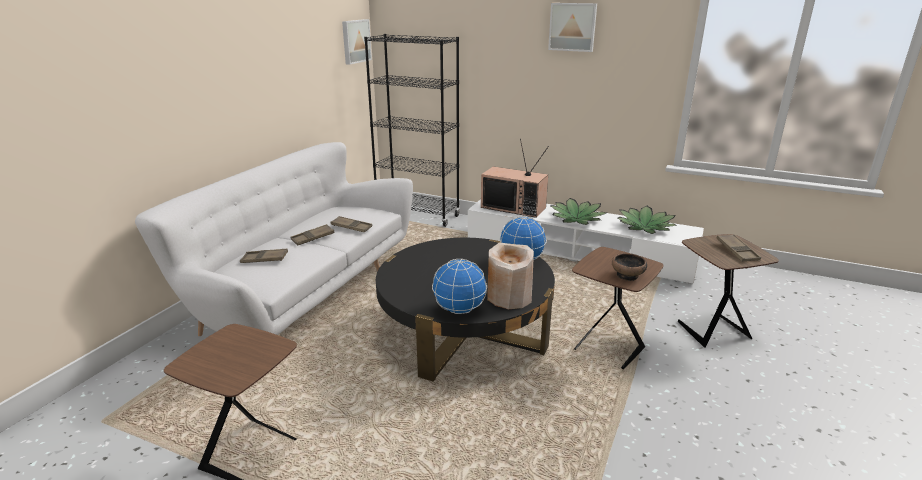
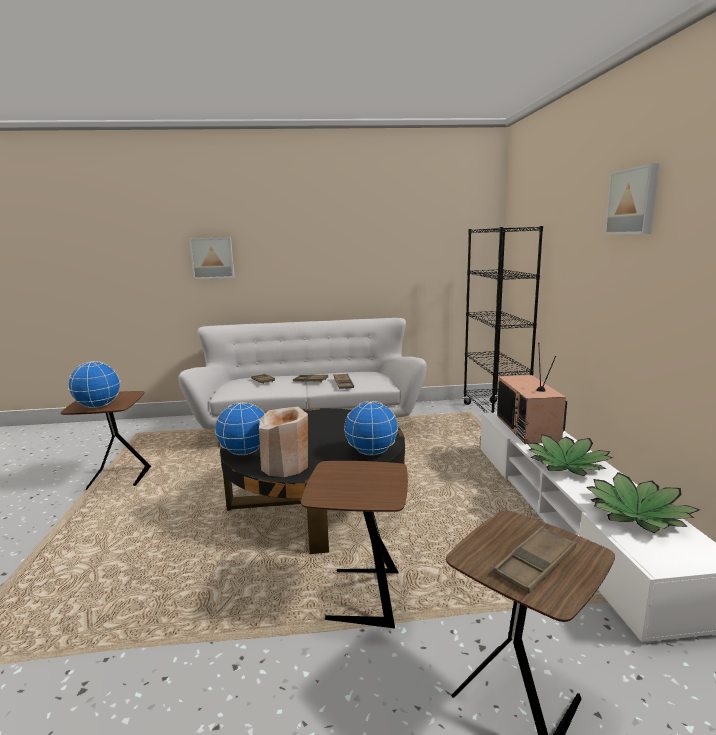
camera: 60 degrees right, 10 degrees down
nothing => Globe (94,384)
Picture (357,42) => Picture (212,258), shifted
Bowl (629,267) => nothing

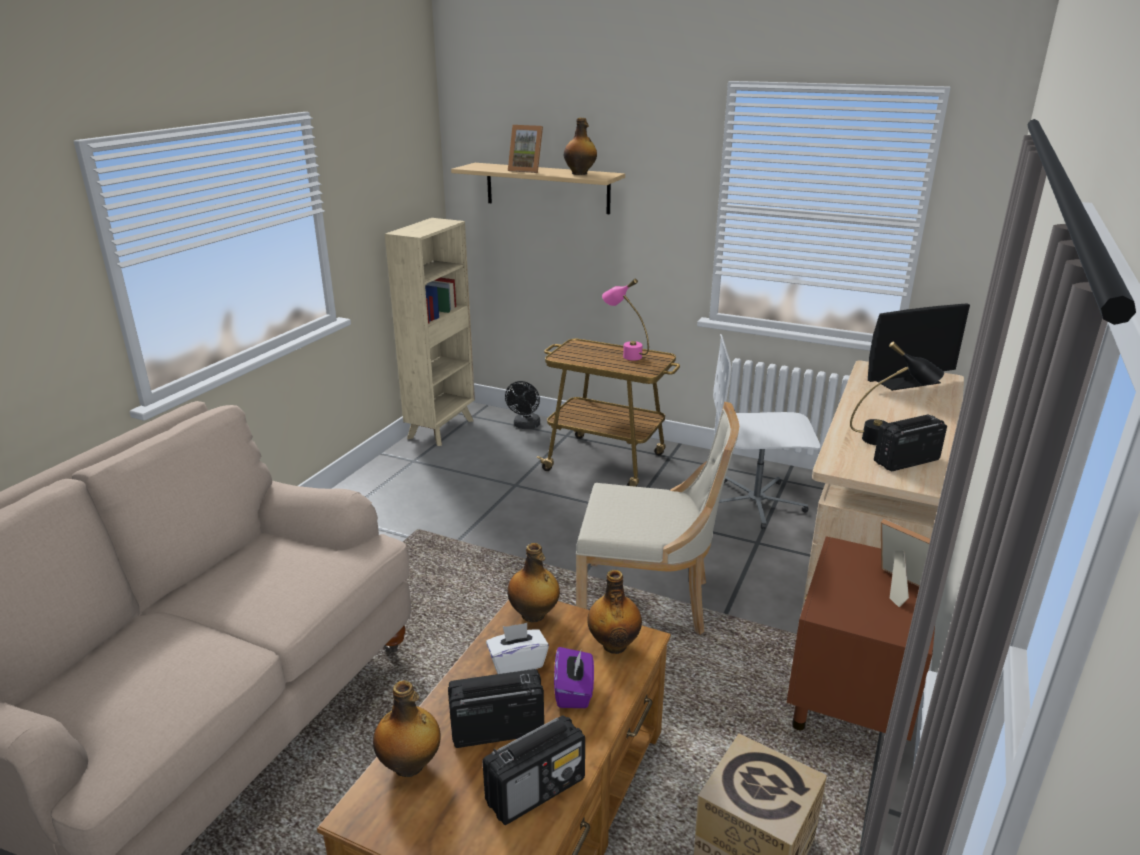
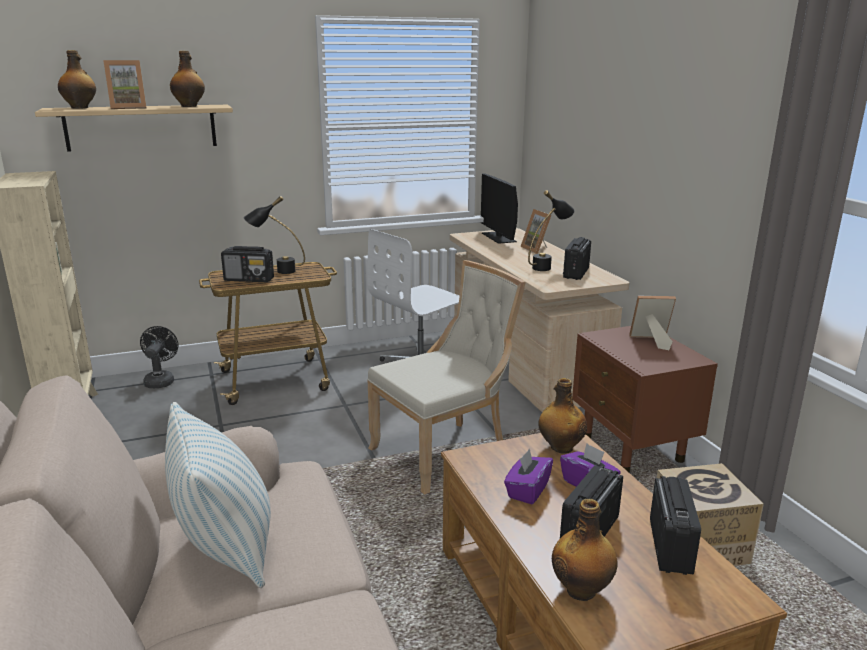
camera: 45 degrees left, 5 degrees down
Bottle (533,582) => Bottle (77,79), shifted
BlackFan (522,405) => BlackFan (159,357), 150 degrees counterclockwise
nothing => Pillow (218,495)
nothing => Radio (247,264)
PinkTableLamp (625,320) => BlackTableLamp (274,235)
Monitor (919,347) => Monitor (499,209), 135 degrees clockwise
WhiteTissueBox (517,648) => PurpleTissueBox (528,476)
nothing => PictureFrame (535,231)

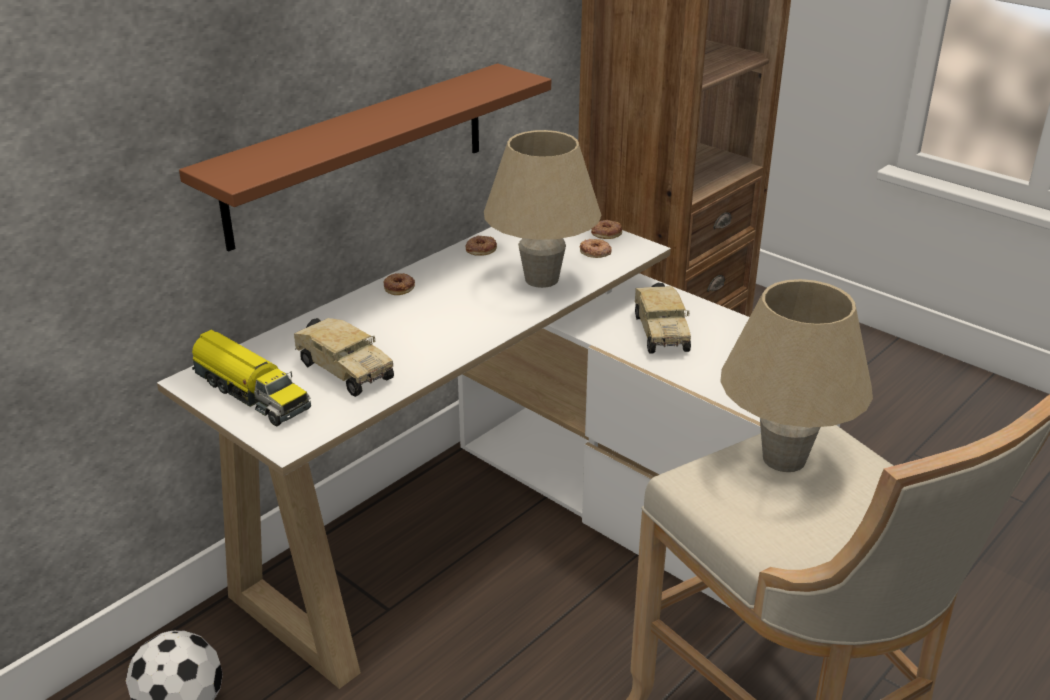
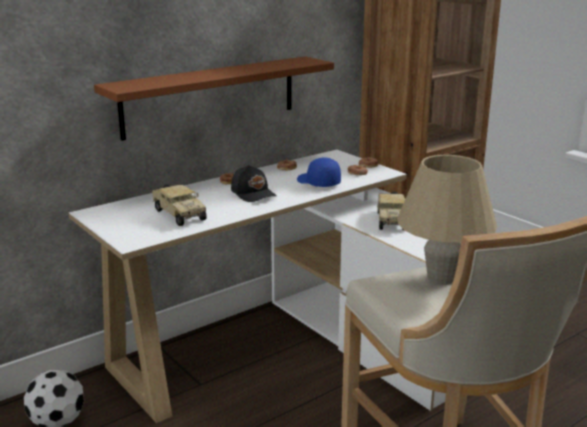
camera: 10 degrees right, 10 degrees down
nothing => BlackCap (254,183)
BeigeTableLamp (543,209) => BlueCap (319,172)
ToyTruck (251,378) => nothing

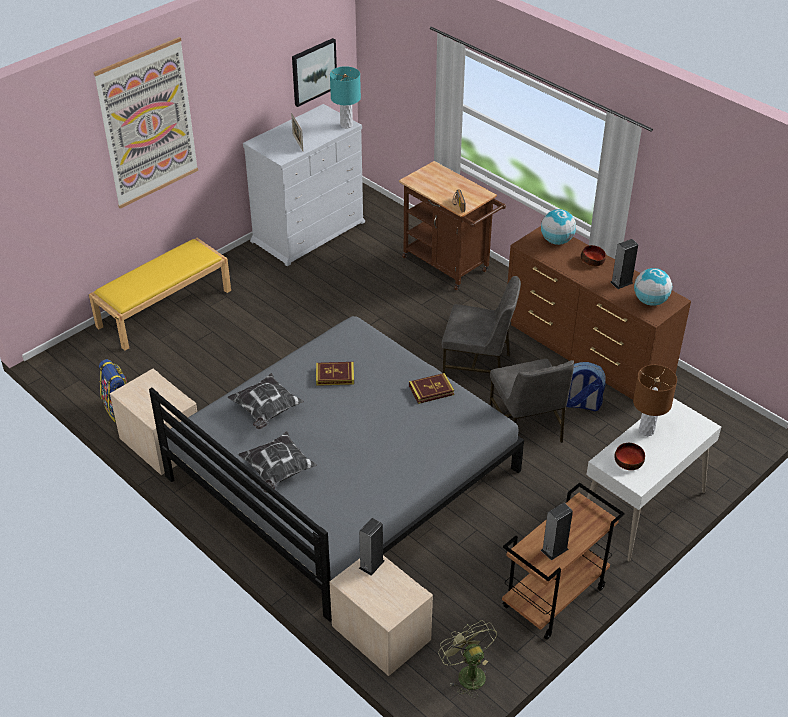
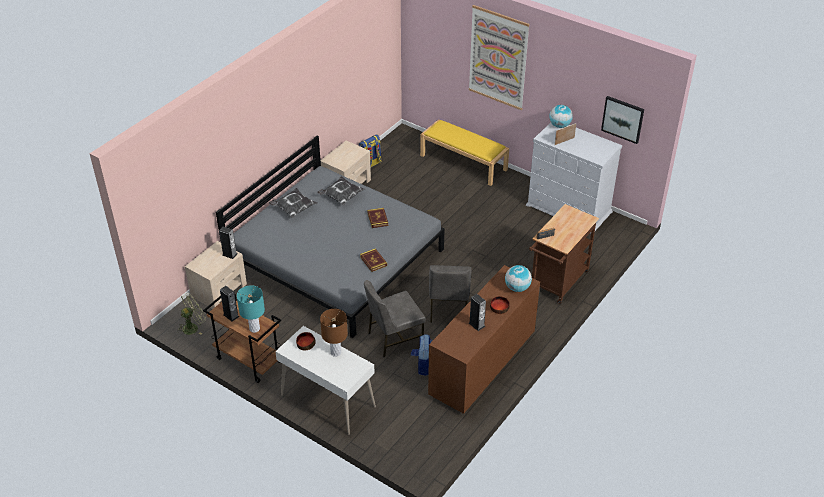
camera: 80 degrees right, 0 degrees up
TurquoiseTableLamp (345,97) => TurquoiseTableLamp (251,309), shifted
Globe (653,287) => Globe (561,116), shifted

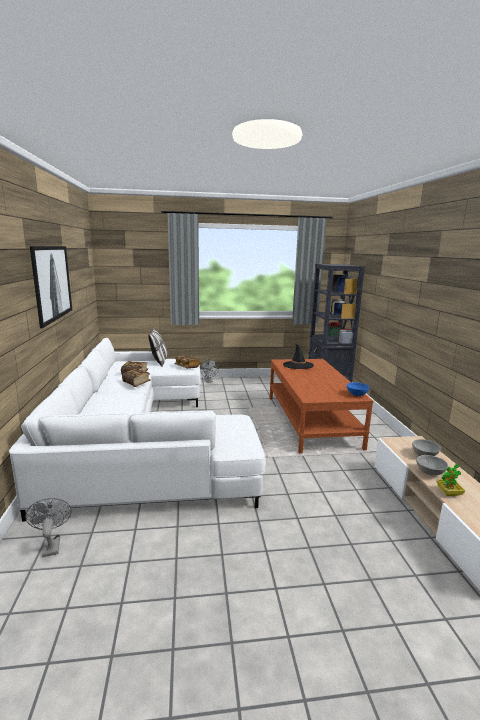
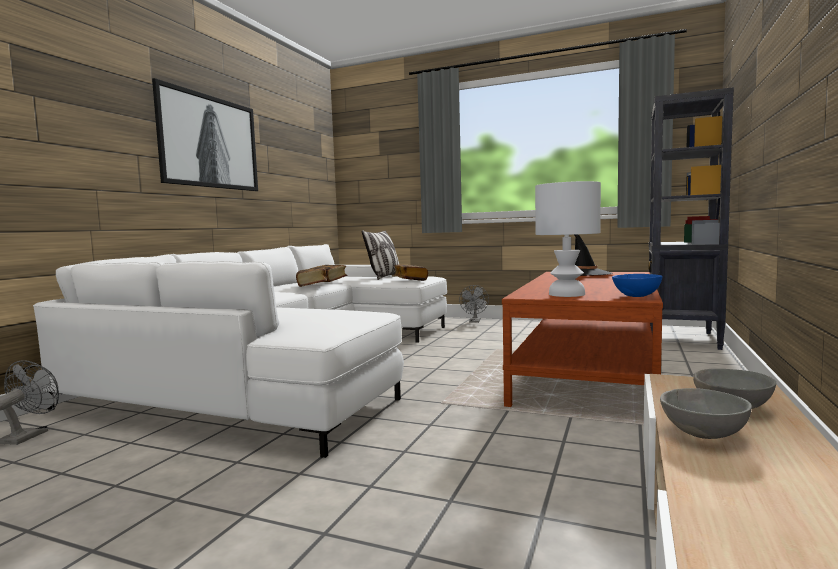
camera: 30 degrees right, 10 degrees down
nothing => WhiteTableLamp (568,239)
PottedPlant (450,480) => nothing

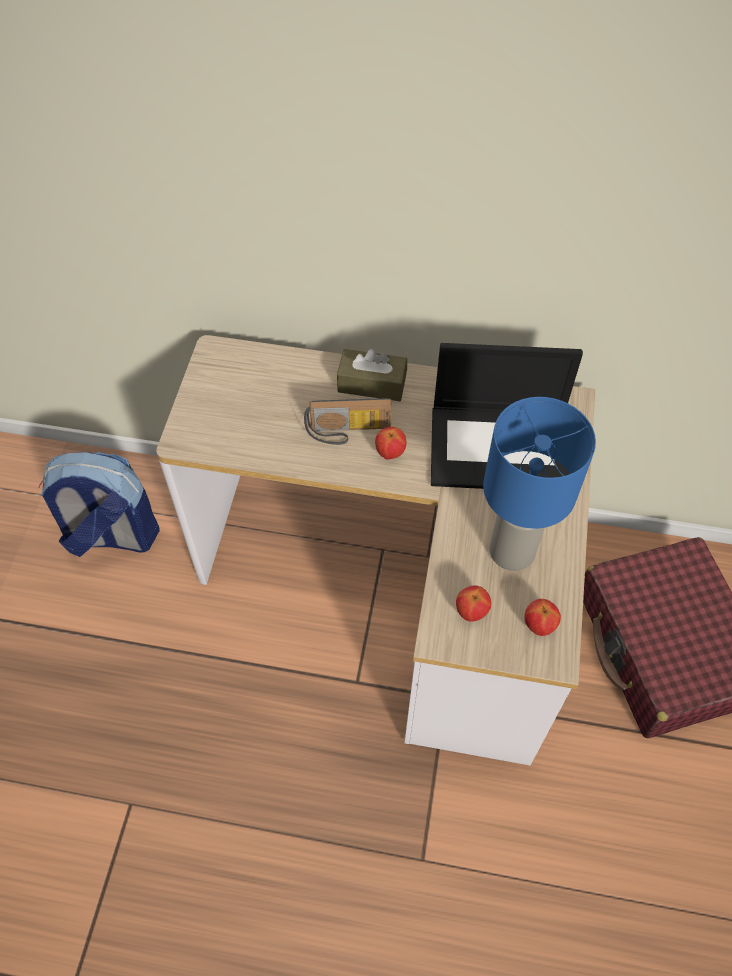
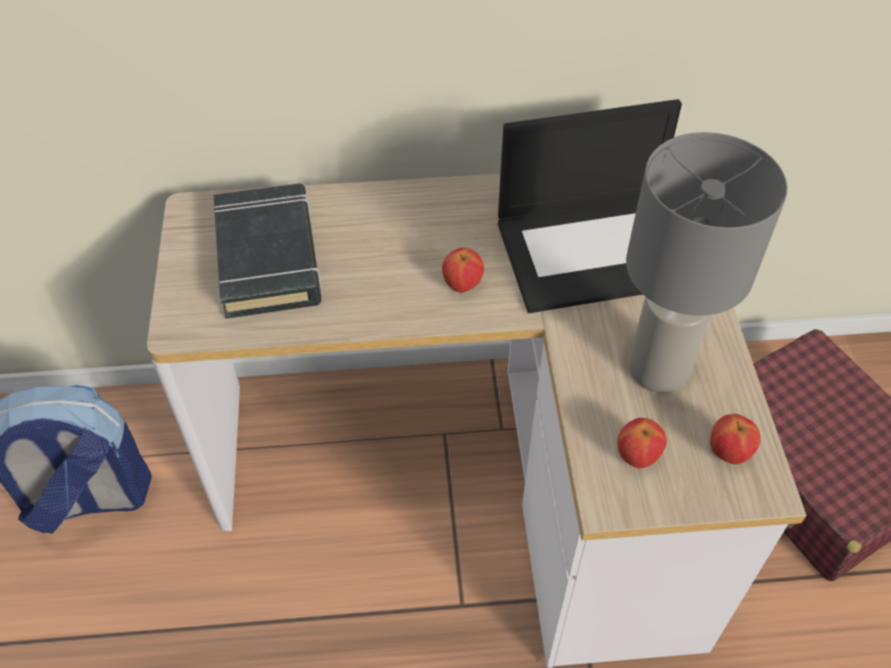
camera: 15 degrees left, 5 degrees down
nothing => BlackBook (268,251)
BlueTableLamp (539,484) => GreyTableLamp (706,262)
Radio (348,421) => nothing
BrownTissueBox (372,375) => nothing

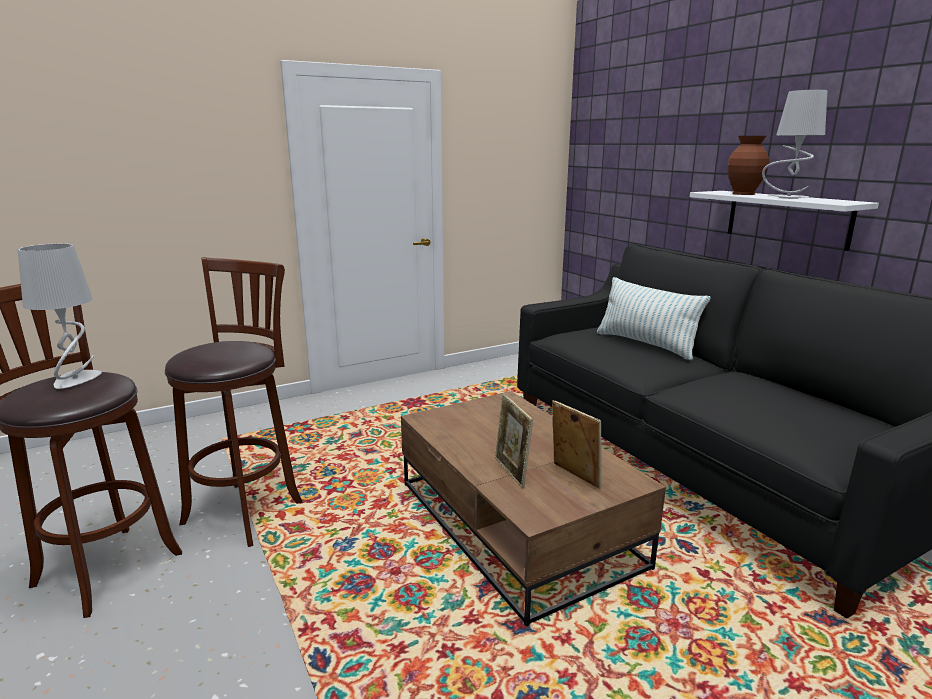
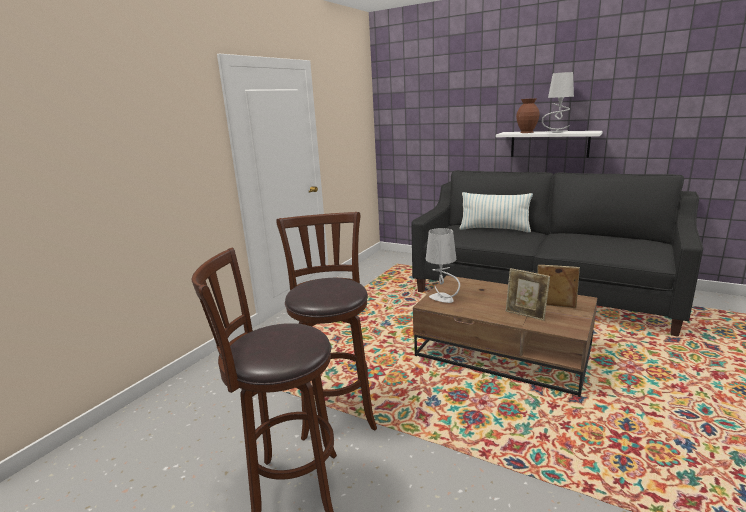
camera: 30 degrees left, 0 degrees up
GreyTableLamp (59,316) => GreyTableLamp (443,265), shifted

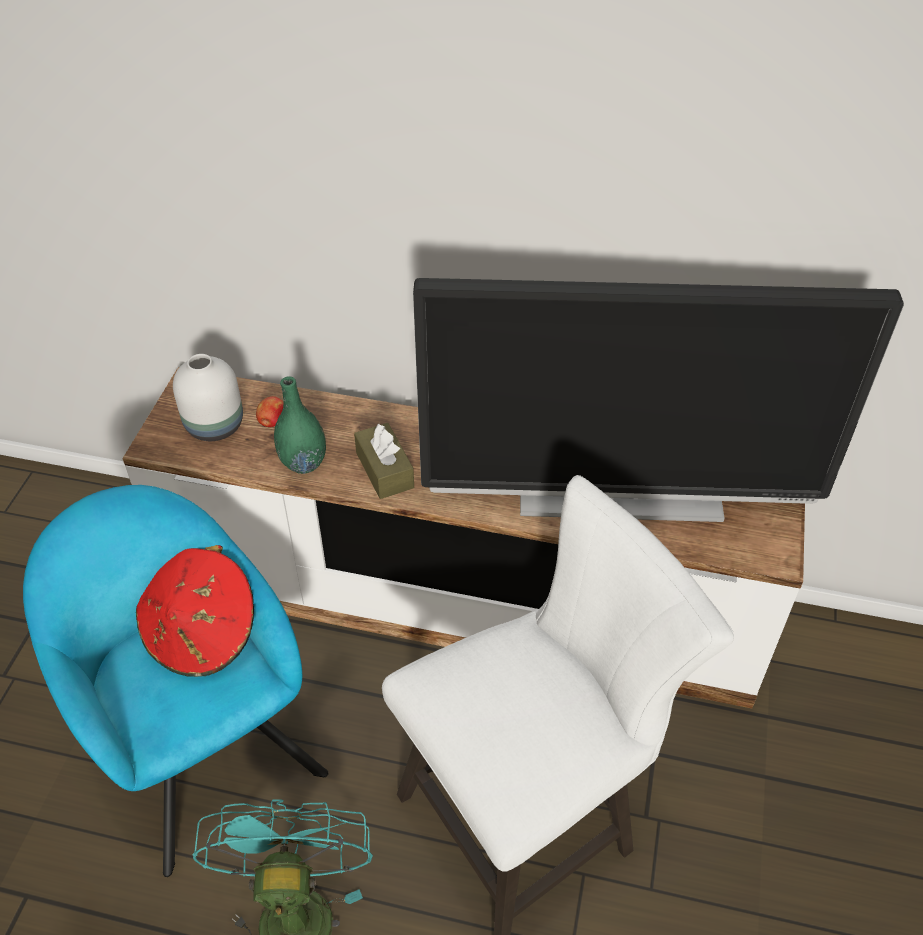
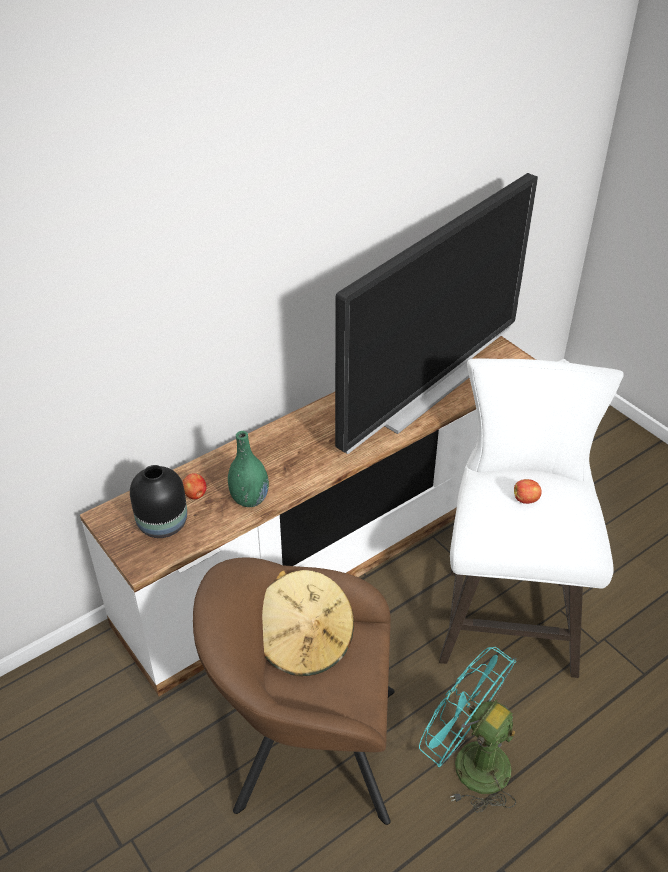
camera: 50 degrees left, 5 degrees down
WhiteVase (208,397) => BlackVase (158,501)
TurquoiseArmchair (175,681) => BrownArmchair (293,691)
RedHat (195,611) => BeigeHat (308,623)
nothing => Apple (528,491)
BrownTissueBox (384,461) => nothing

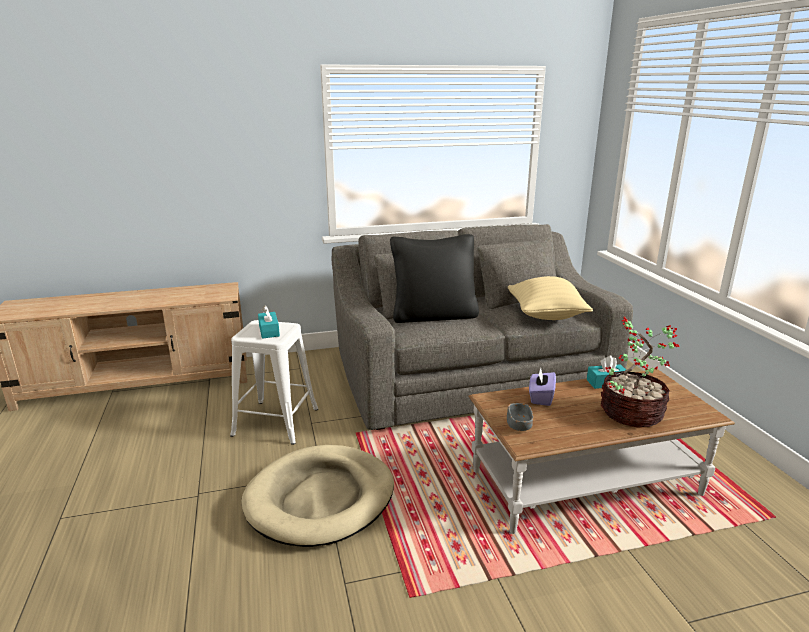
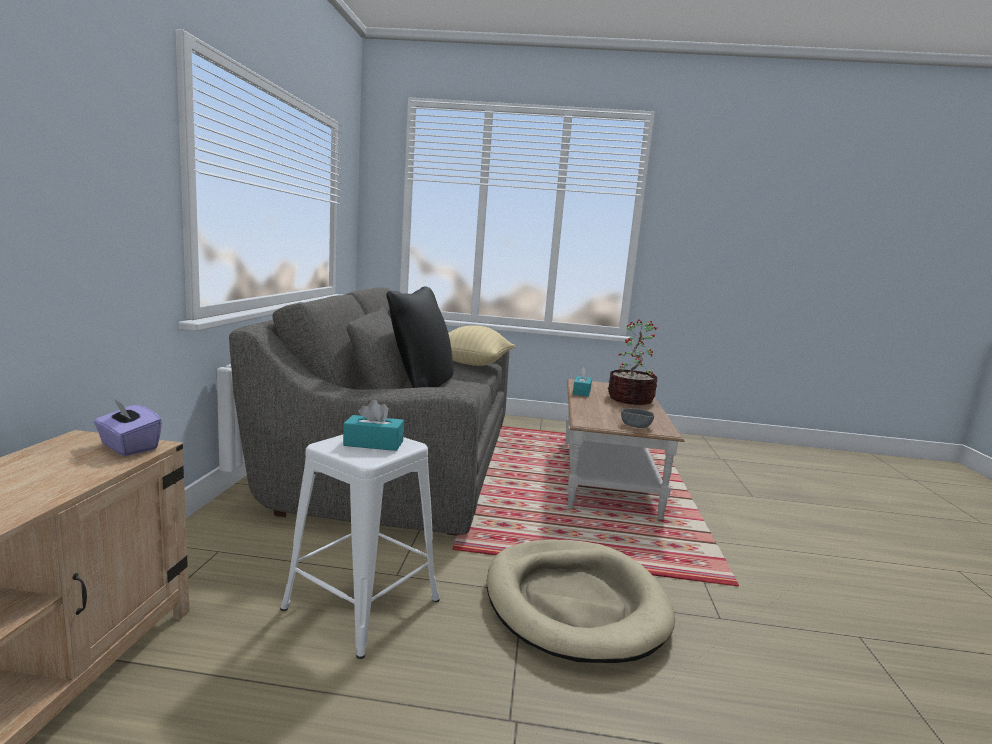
camera: 70 degrees left, 10 degrees down
PurpleTissueBox (542,387) => PurpleTissueBox (127,427), shifted

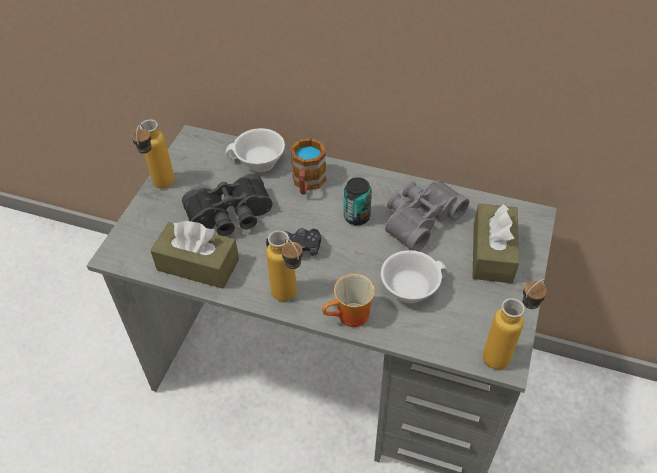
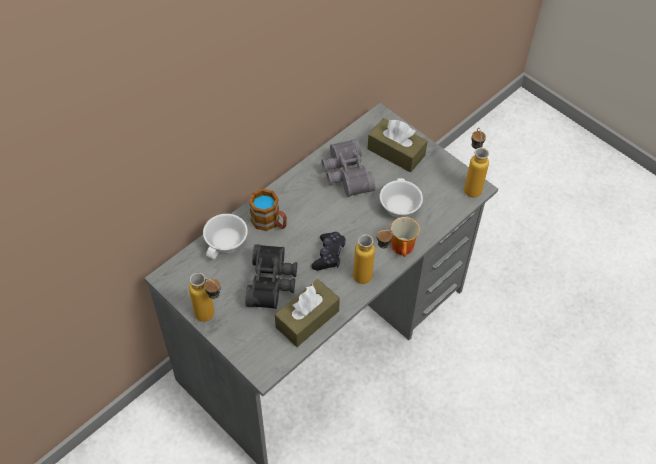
camera: 65 degrees left, 5 degrees up
Can (358,201) => nothing

